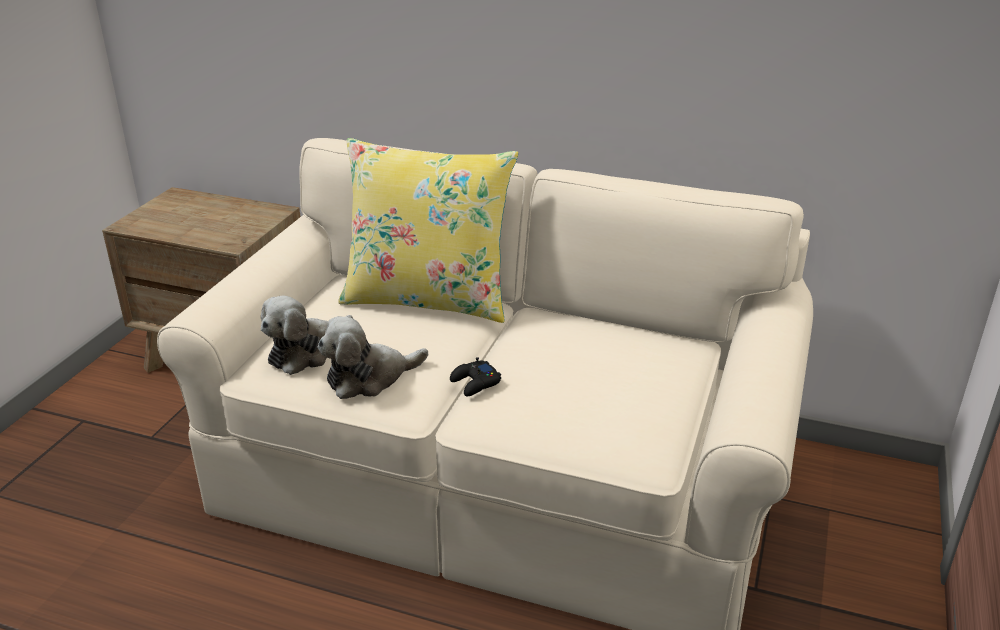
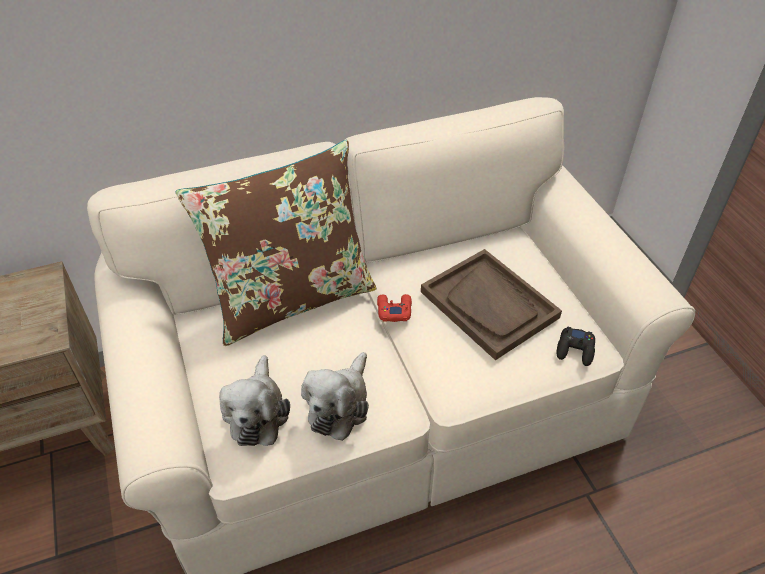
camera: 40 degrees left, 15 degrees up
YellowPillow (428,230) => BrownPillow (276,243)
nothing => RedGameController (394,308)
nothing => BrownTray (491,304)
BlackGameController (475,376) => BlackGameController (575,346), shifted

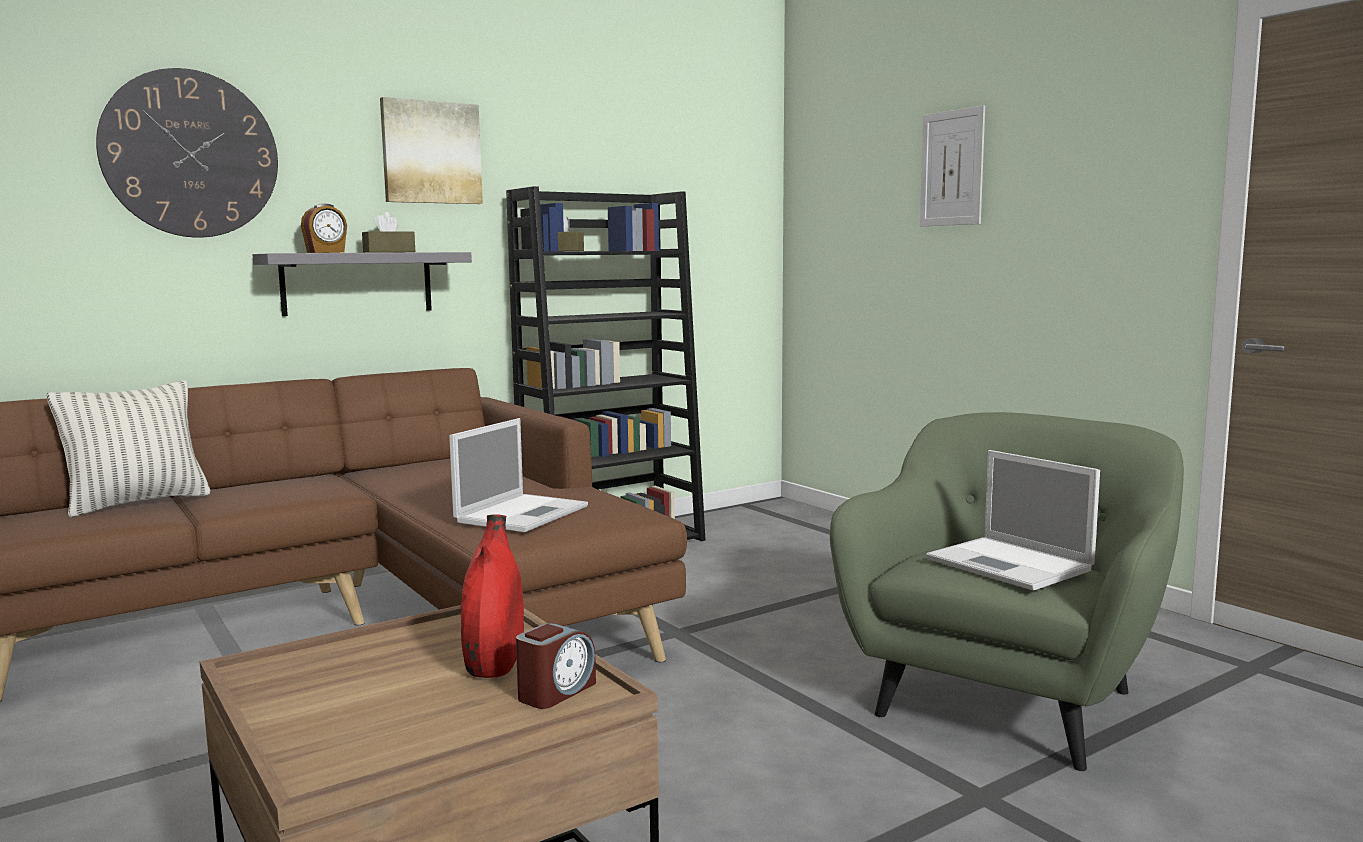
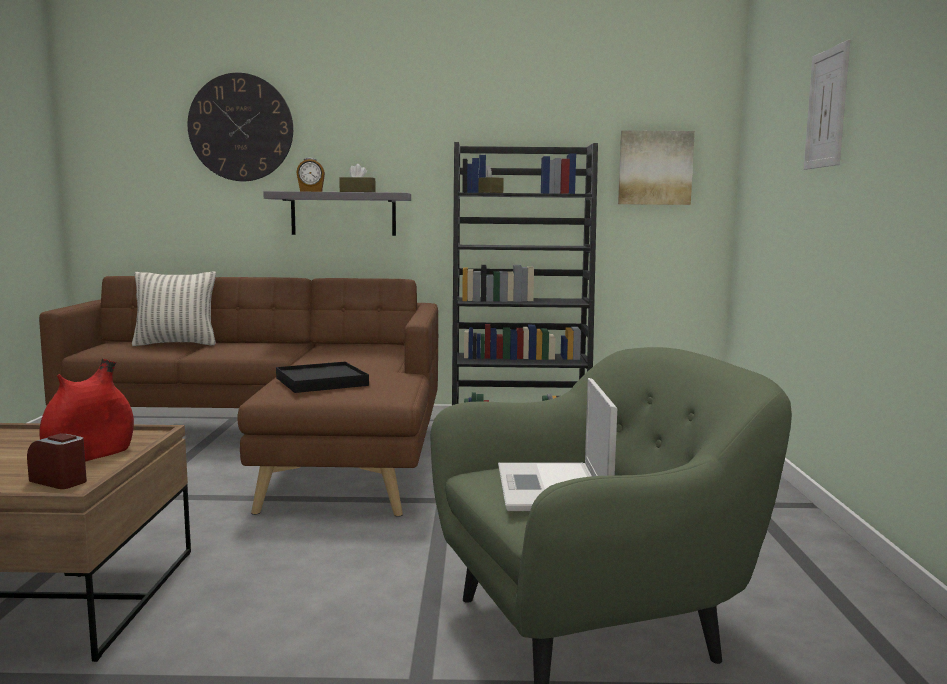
camera: 35 degrees right, 0 degrees up
AlarmClock (556,666) => AlarmClock (57,461), 135 degrees counterclockwise
Laptop (518,475) => BlackTray (322,377)
Picture (431,150) => Picture (656,167), shifted

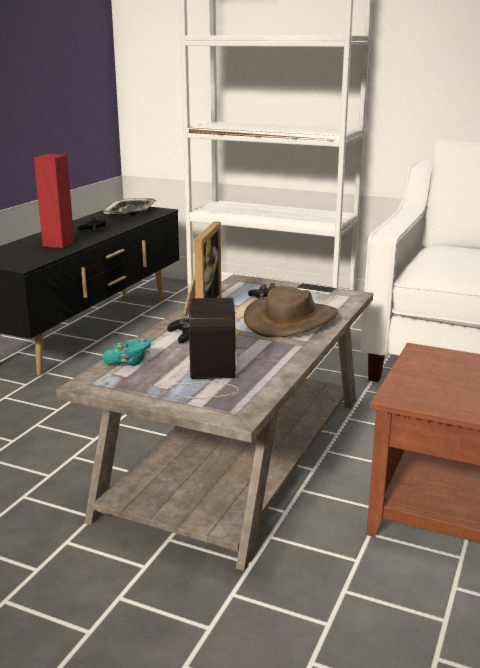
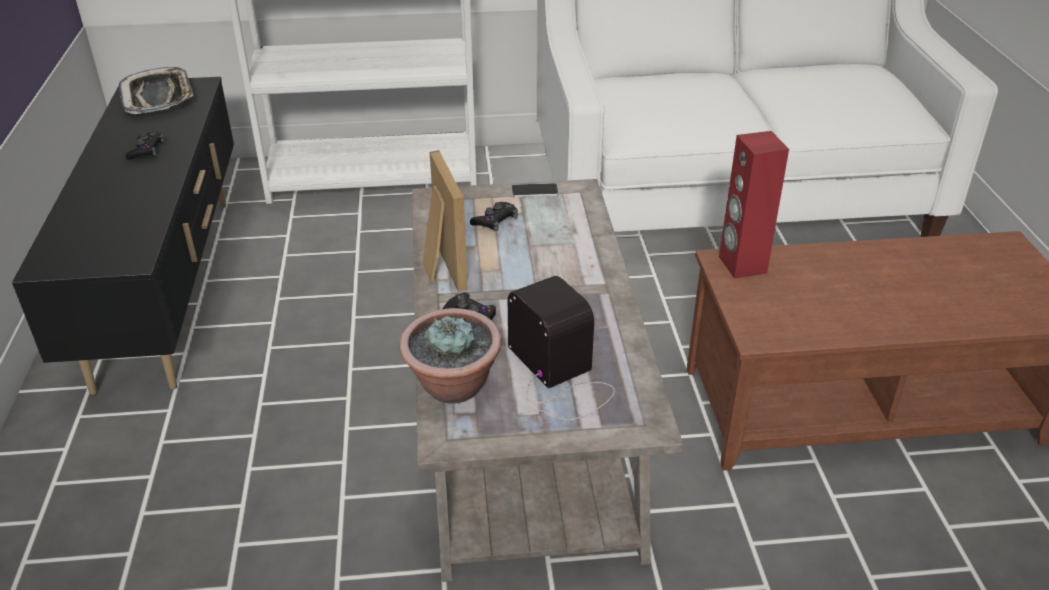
camera: 30 degrees left, 15 degrees up
TurquoiseGameController (126,352) => PottedPlant (451,356)
RedSpeaker (54,201) => RedSpeaker (754,204), shifted
BrownHat (291,311) => nothing

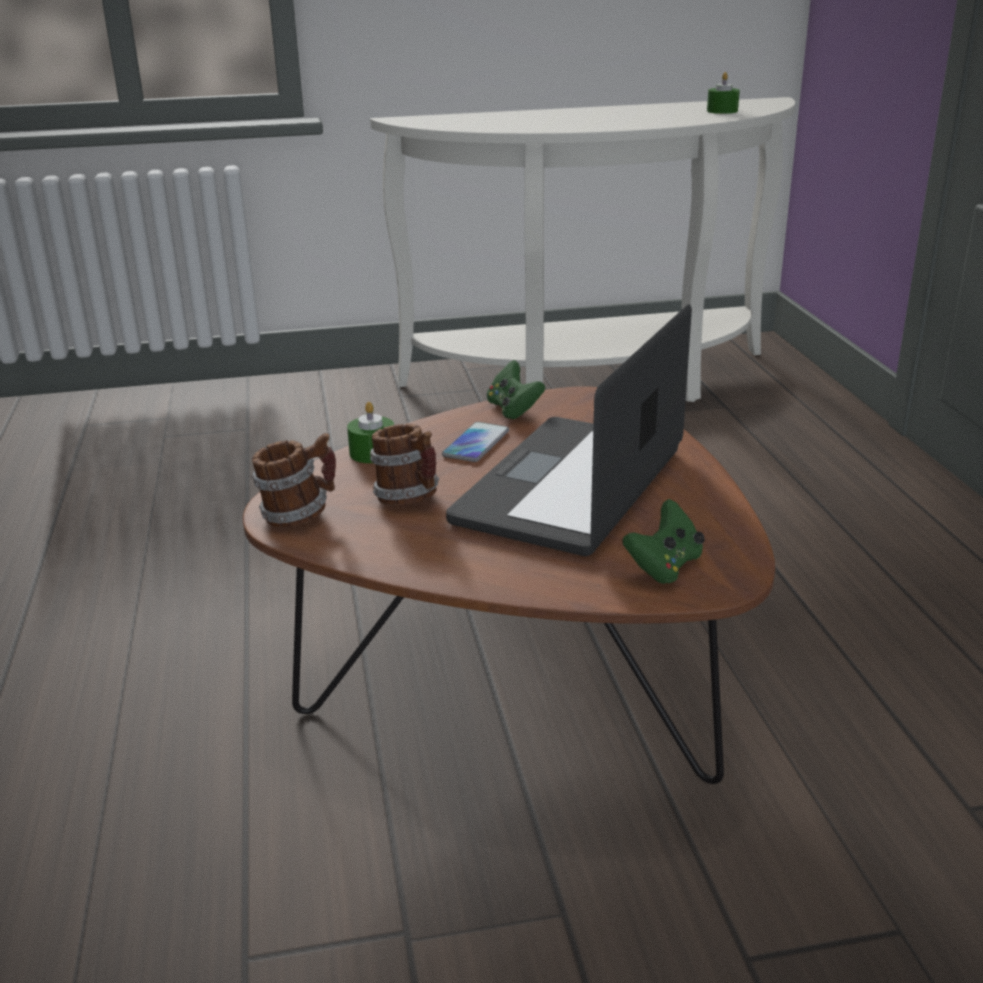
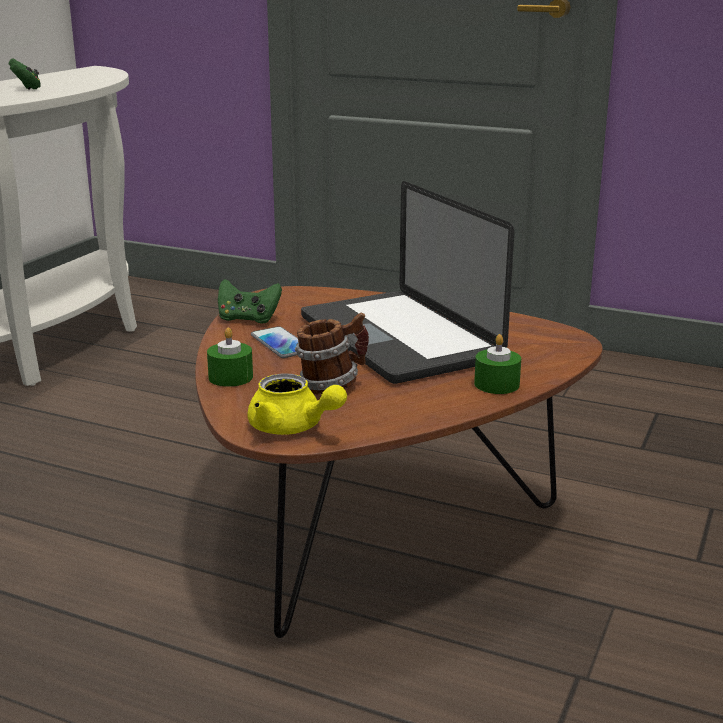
camera: 55 degrees left, 5 degrees down
GreenGameController (663,541) => GreenGameController (25,74), shifted
Mug (294,480) => YellowTeapot (297,404)
GreenCandle (723,93) => GreenCandle (497,364), shifted

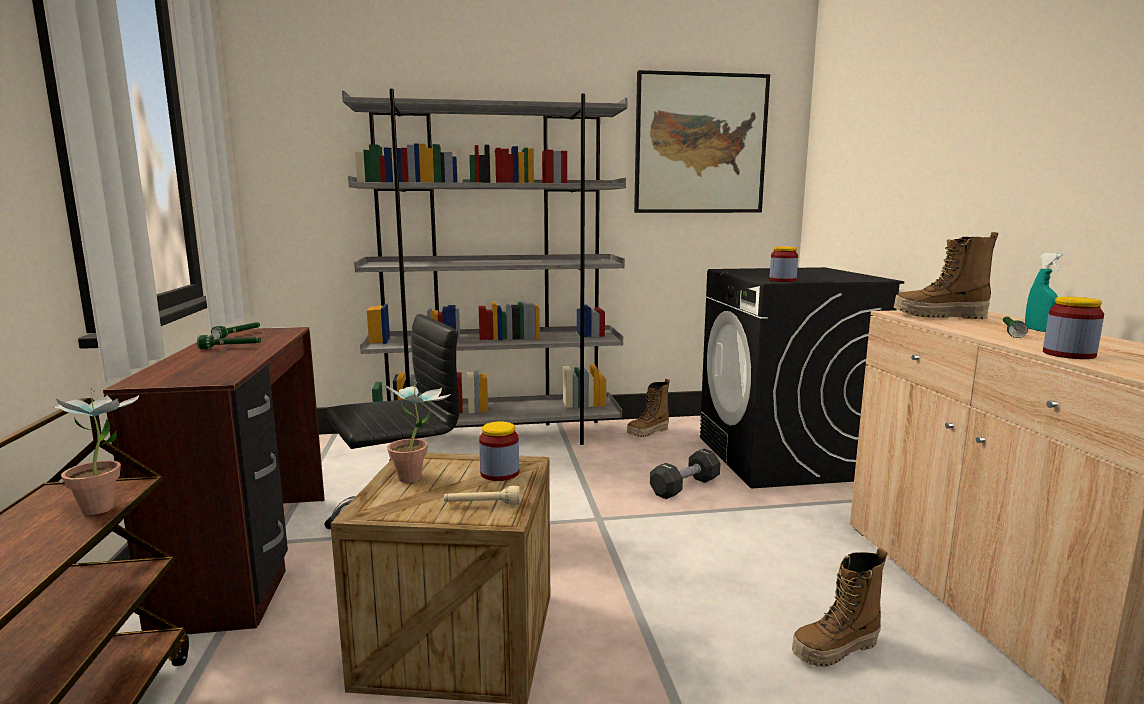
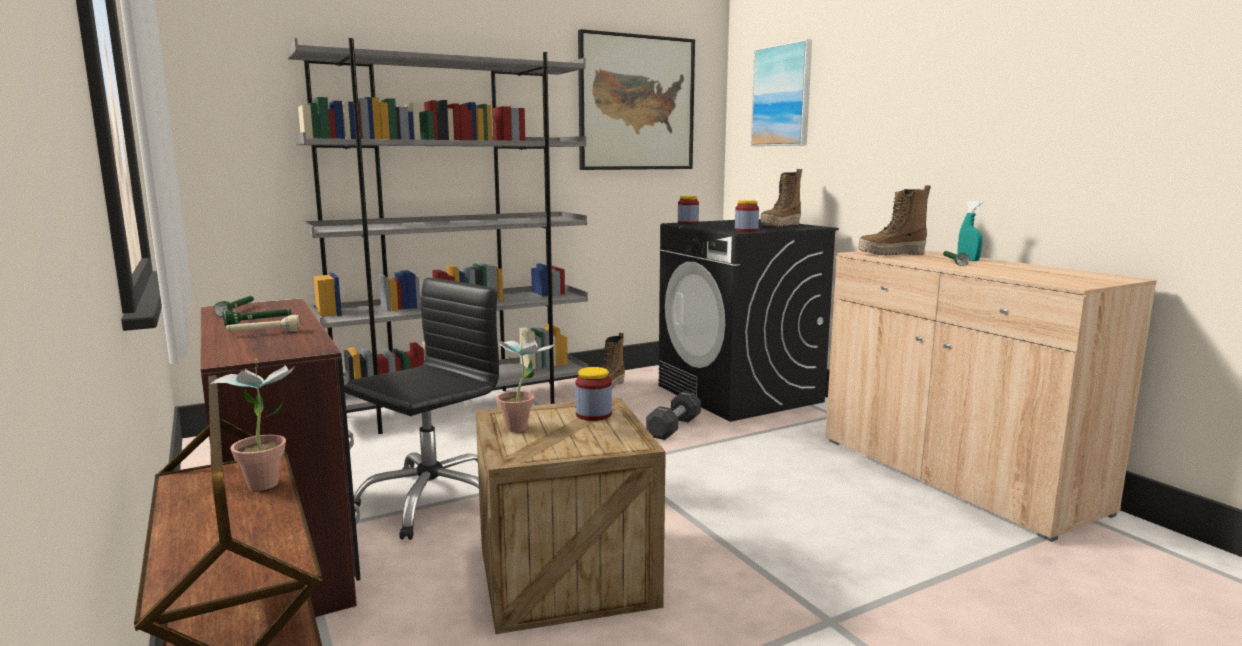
camera: 20 degrees left, 0 degrees up
BeigeFlashlight (482,495) => BeigeFlashlight (263,323), shifted
Jar (1073,328) => Jar (688,210), shifted
nothing => Picture (781,92)
Boot (839,607) => Boot (781,198), shifted

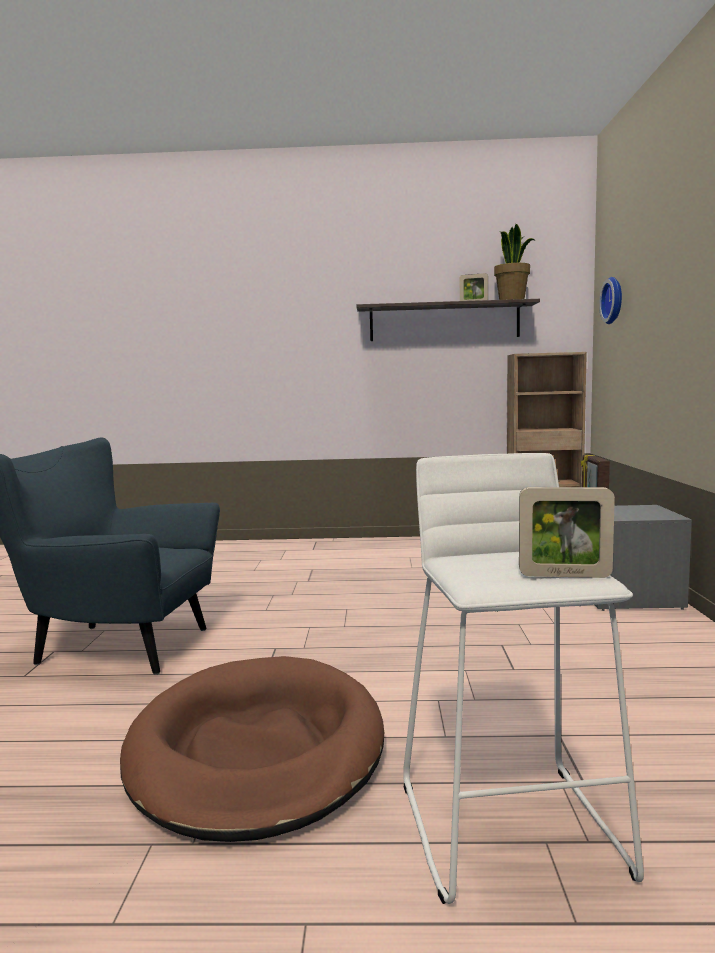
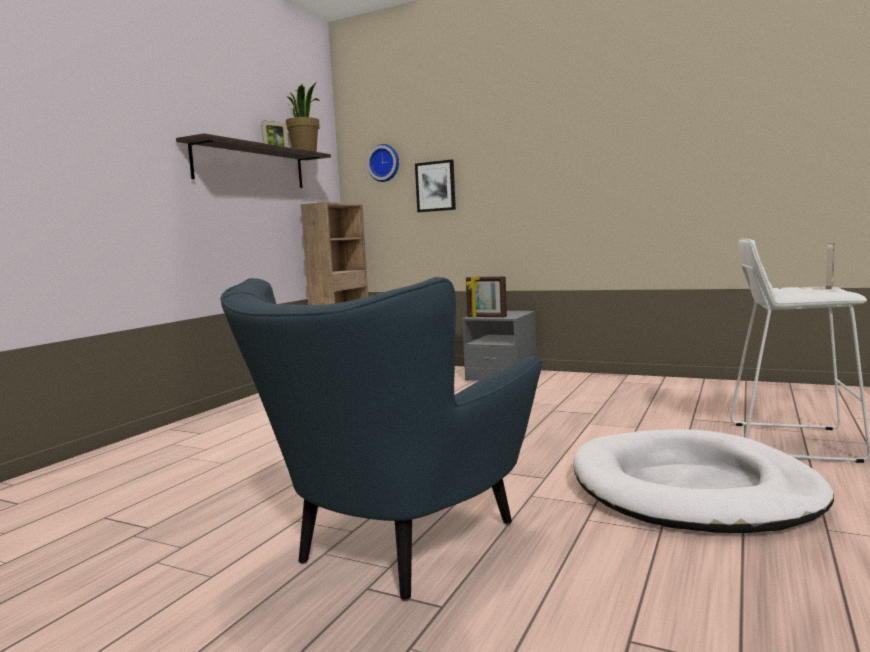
camera: 65 degrees left, 0 degrees up
nothing => Picture (435,185)
BrownDogBed (252,749) => WhiteDogBed (703,481)

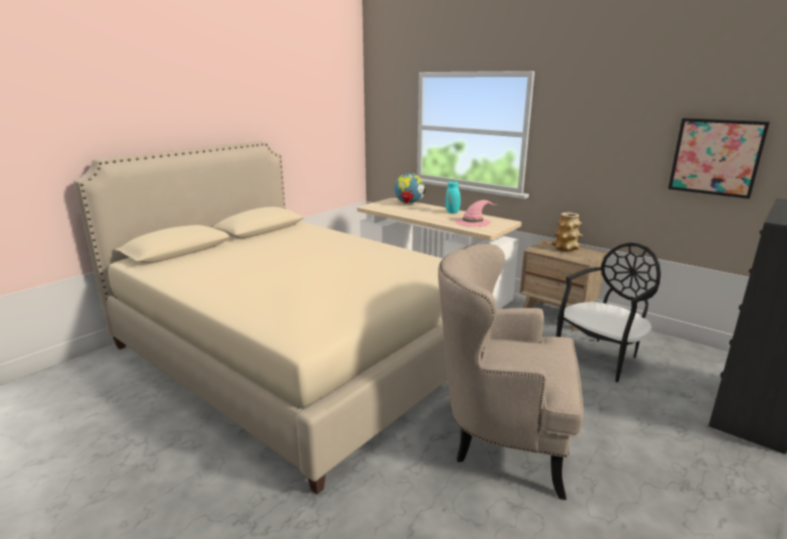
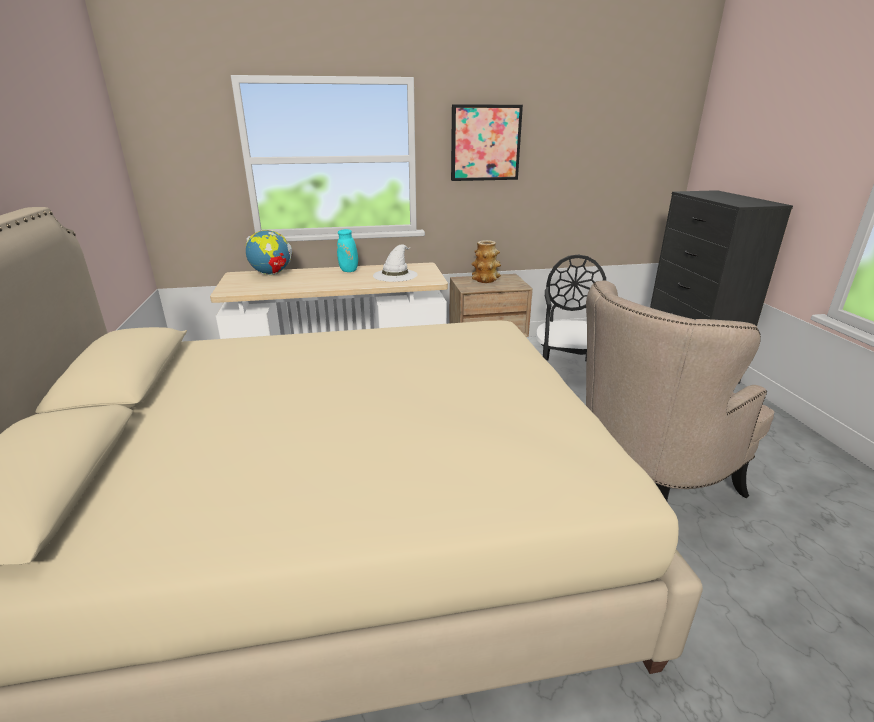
camera: 50 degrees left, 5 degrees up
PinkHat (476,213) => WhiteHat (395,263)
Picture (719,158) => Picture (487,143), shifted

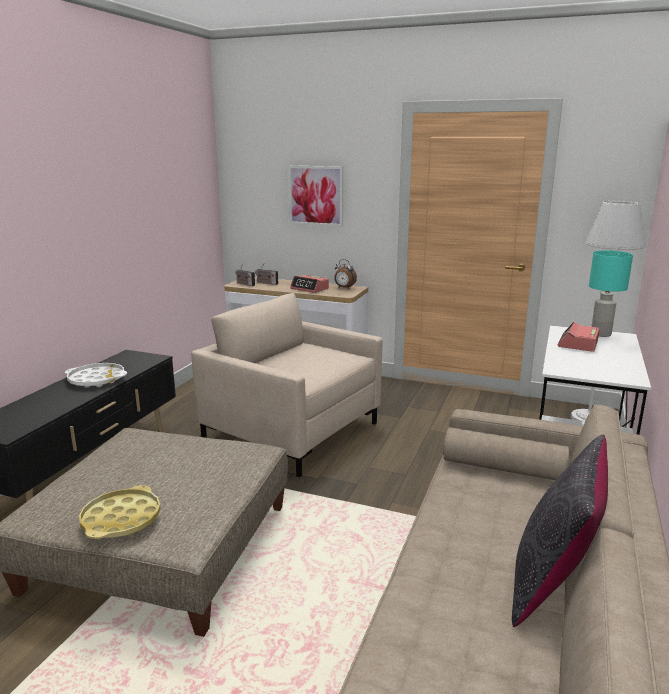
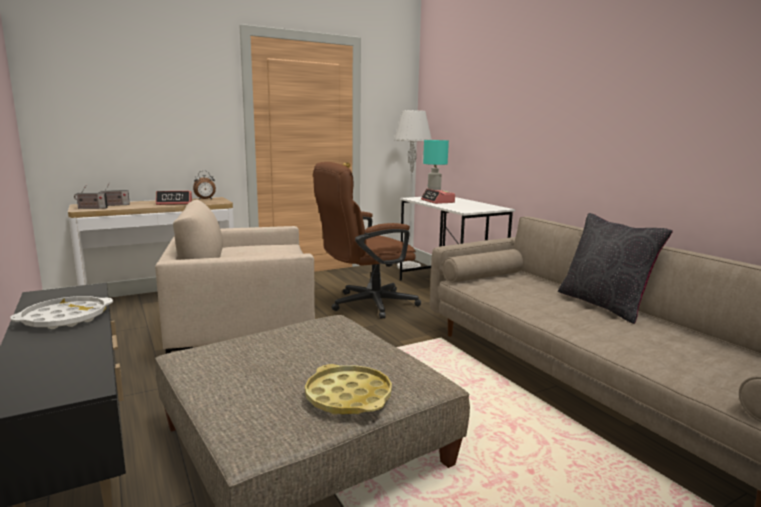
camera: 50 degrees left, 5 degrees down
nothing => BrownOfficeChair (367,240)
Picture (315,196) => nothing

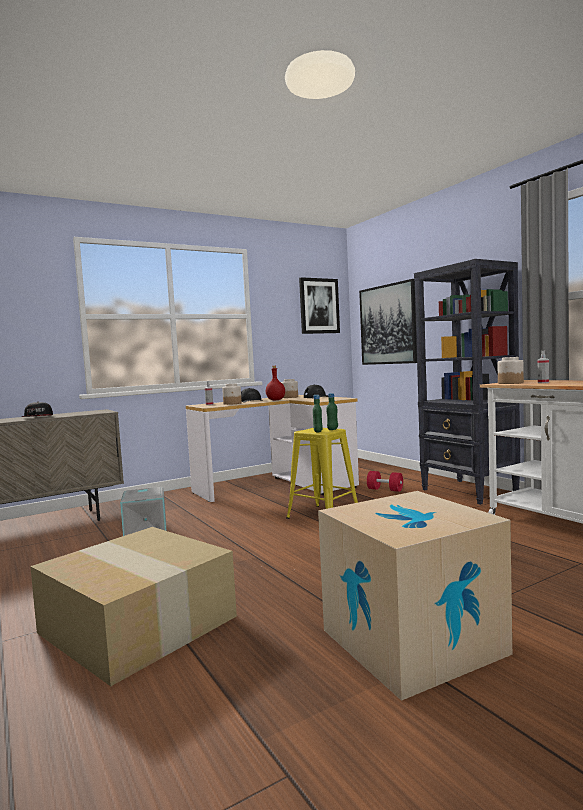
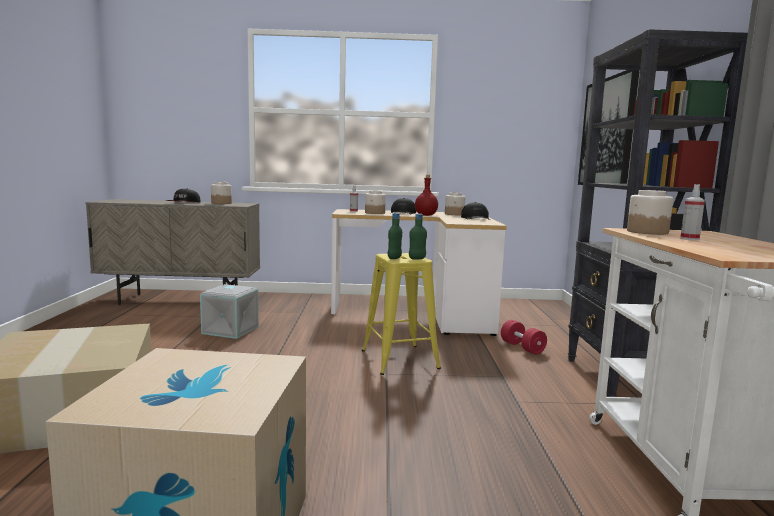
camera: 30 degrees right, 5 degrees up
nothing => Jar (221,193)
Picture (319,305) => nothing

